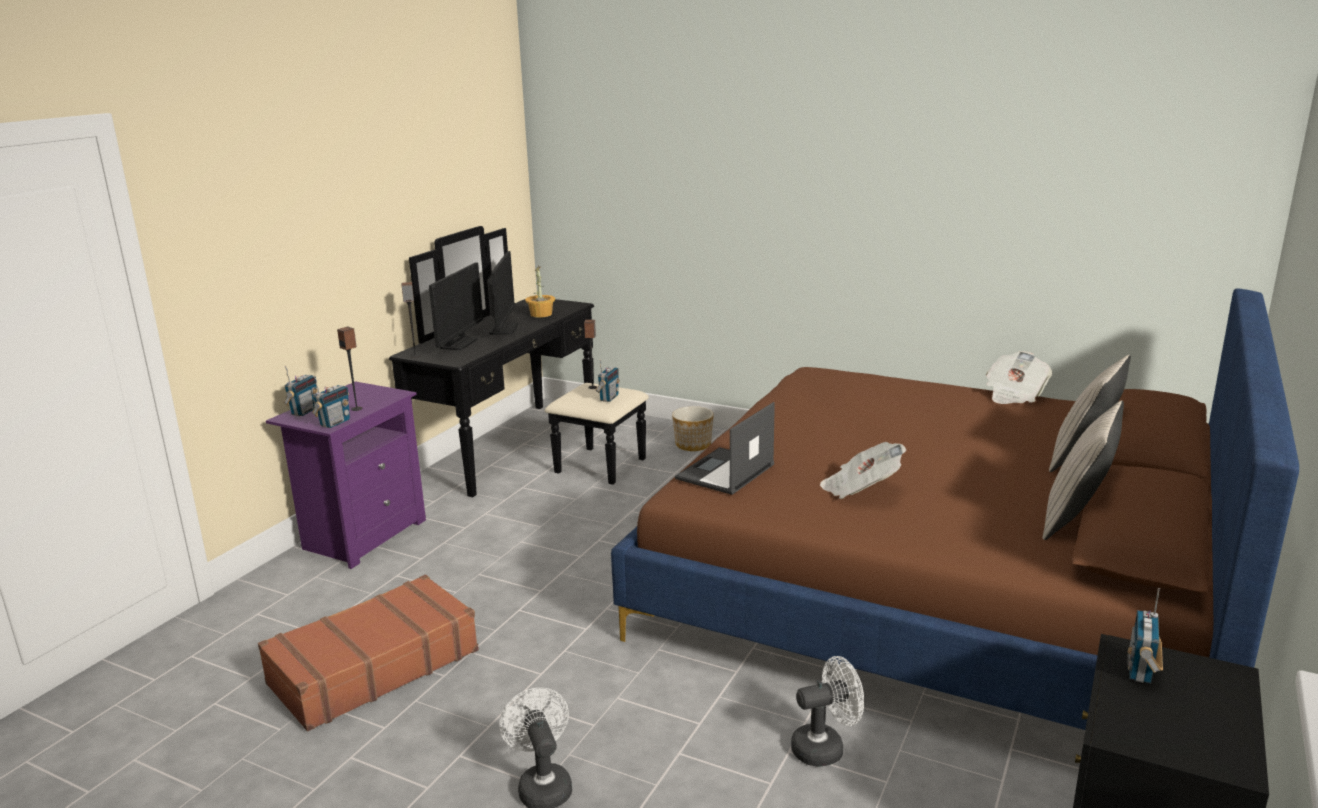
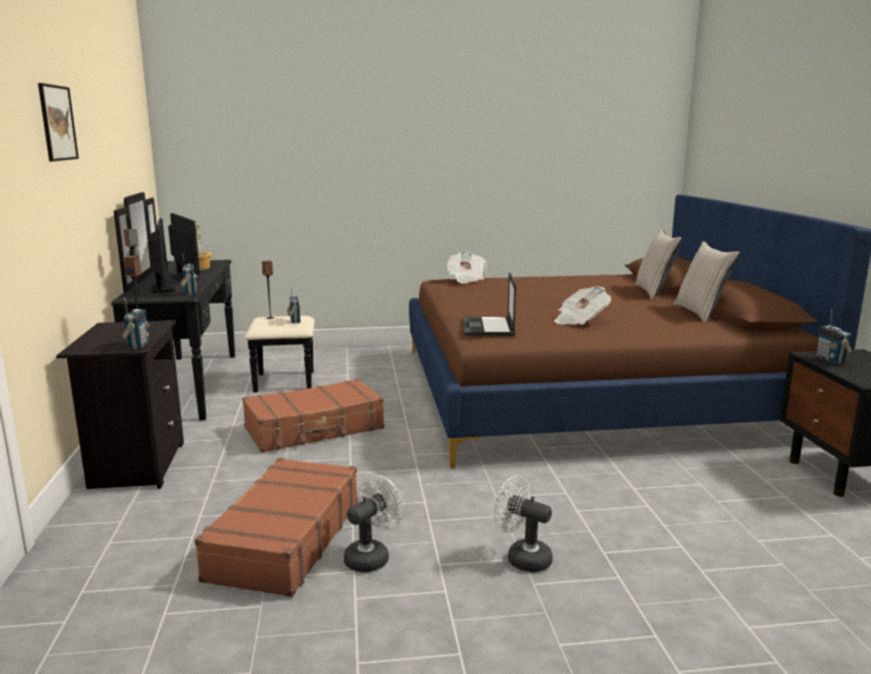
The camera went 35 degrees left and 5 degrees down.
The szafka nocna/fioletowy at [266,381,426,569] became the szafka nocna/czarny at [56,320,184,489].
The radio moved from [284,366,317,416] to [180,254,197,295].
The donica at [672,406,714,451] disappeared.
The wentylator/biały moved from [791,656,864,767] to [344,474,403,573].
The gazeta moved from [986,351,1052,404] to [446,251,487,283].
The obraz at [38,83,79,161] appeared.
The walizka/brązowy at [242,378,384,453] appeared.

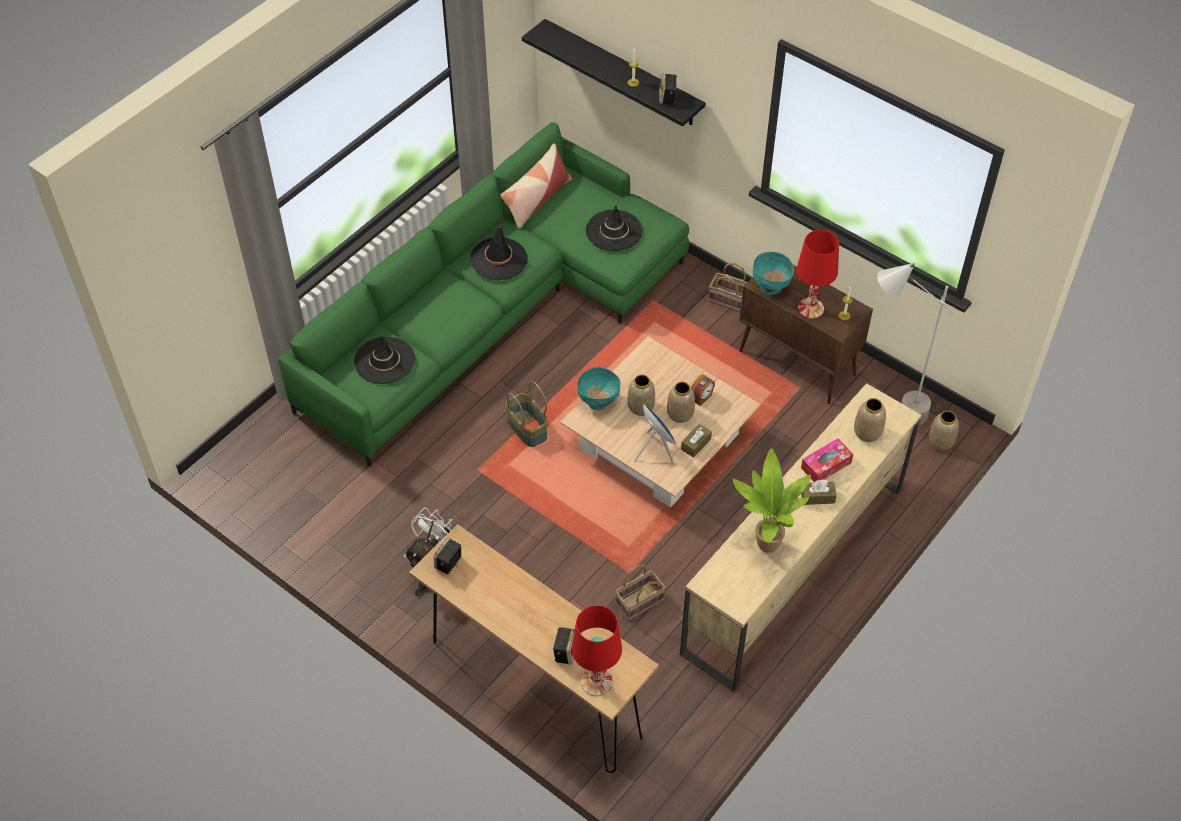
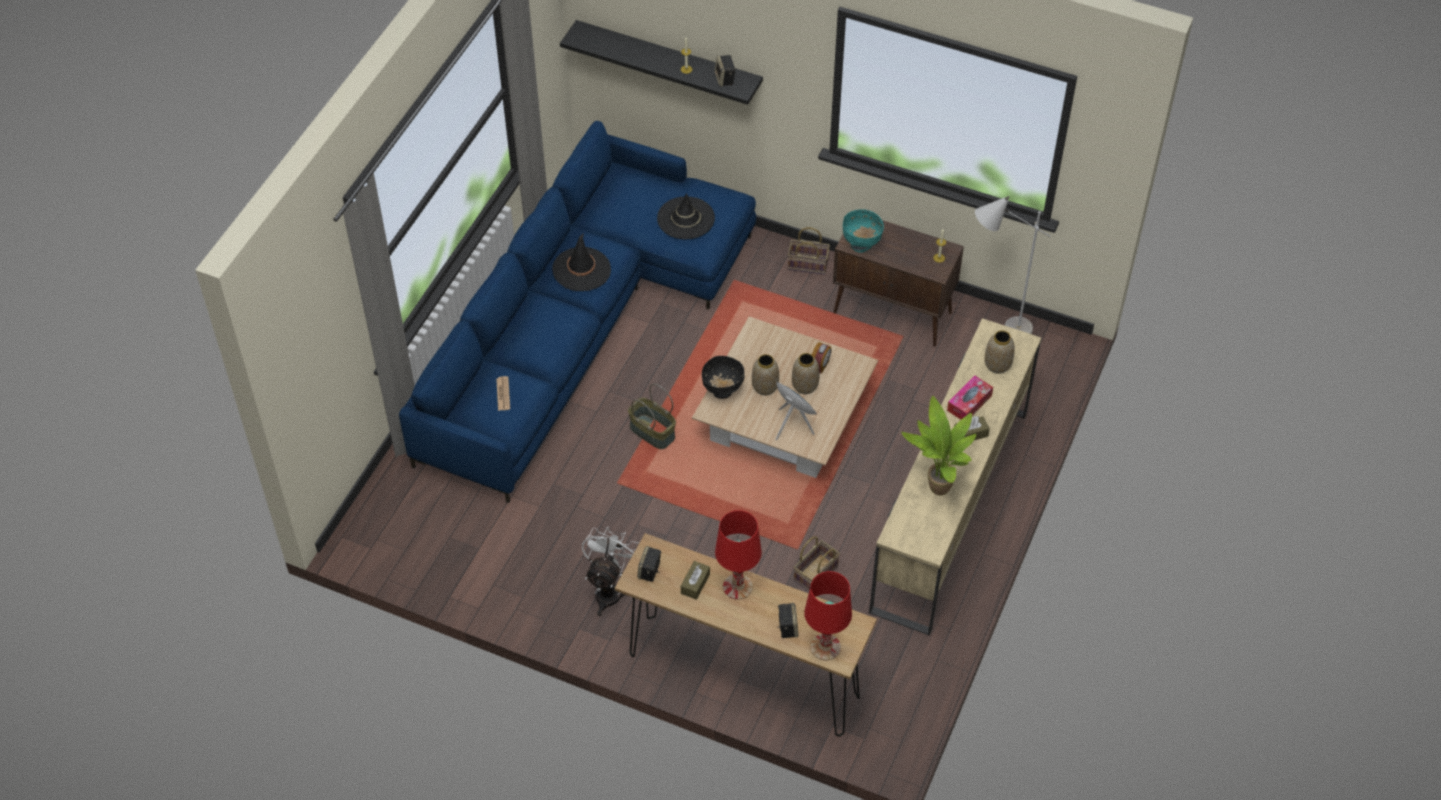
The camera went 15 degrees left and 0 degrees up.
The kanapa/zielony at [278,122,689,467] became the kanapa/niebieski at [399,121,756,503].
The kapelusz/czarny at [354,335,415,384] was replaced by the gazeta at [496,376,510,411].
The poduszka at [500,143,572,229] disappeared.
The miska/turkusowy at [577,367,621,410] became the miska/czarny at [702,356,744,399].
The pudełko chusteczek/brązowy moved from [681,424,712,458] to [681,561,710,600].
The lampa stołowa/czerwony moved from [796,230,839,319] to [715,510,762,600].
The wazon at [929,411,959,451] disappeared.

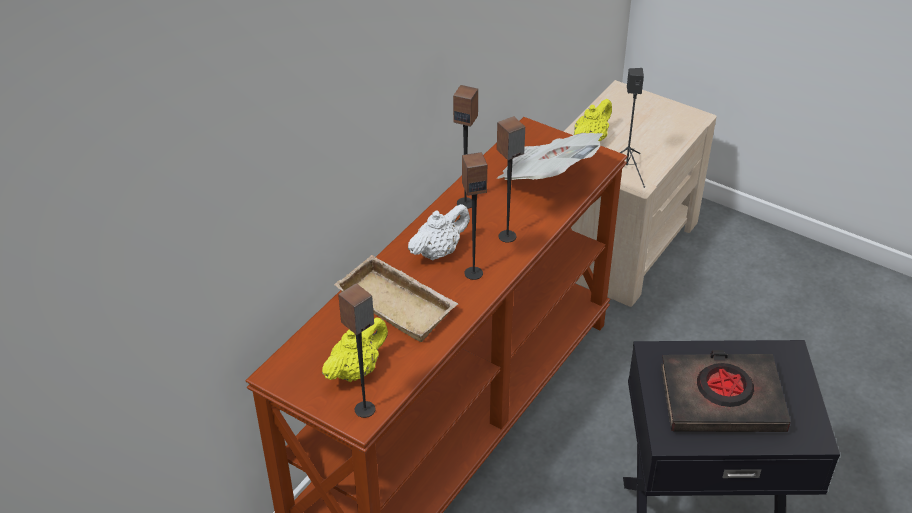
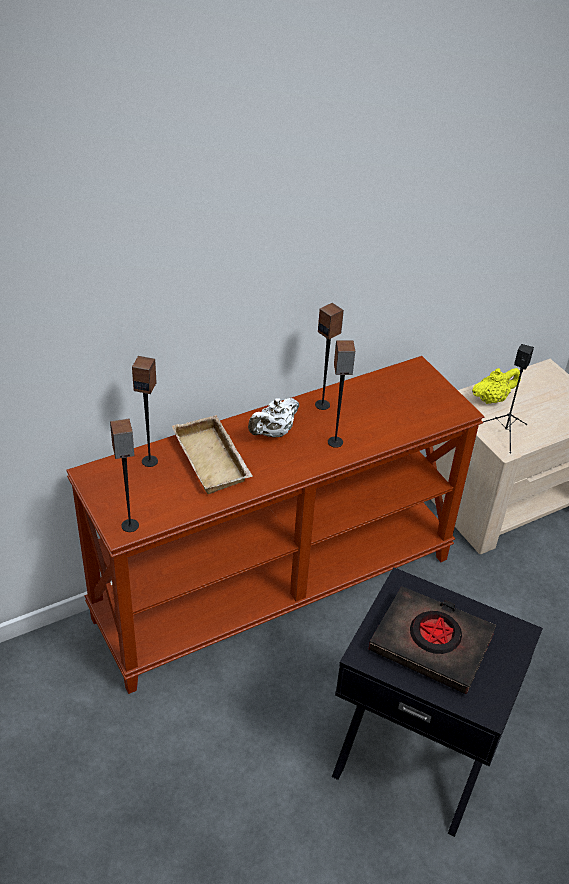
The camera went 25 degrees right and 0 degrees up.
The imbryk/żółty at [322,317,388,382] disappeared.
The imbryk/biały at [408,204,470,261] turned 150 degrees clockwise.
The głośnik moved from [462,152,487,280] to [132,356,158,467].
The gazeta at [497,133,603,180] disappeared.

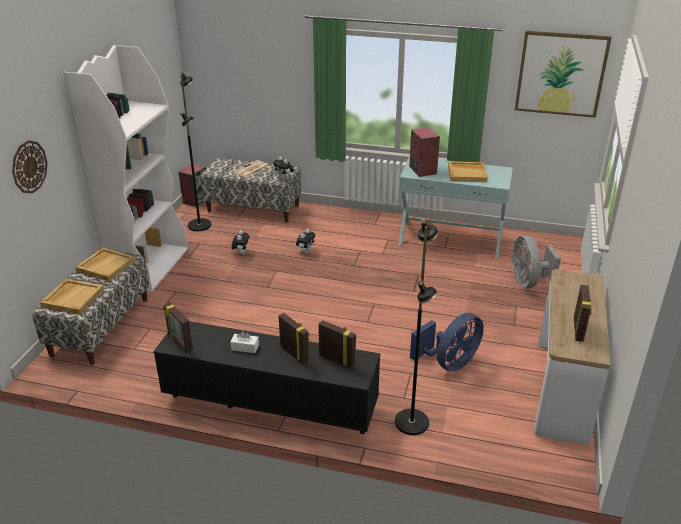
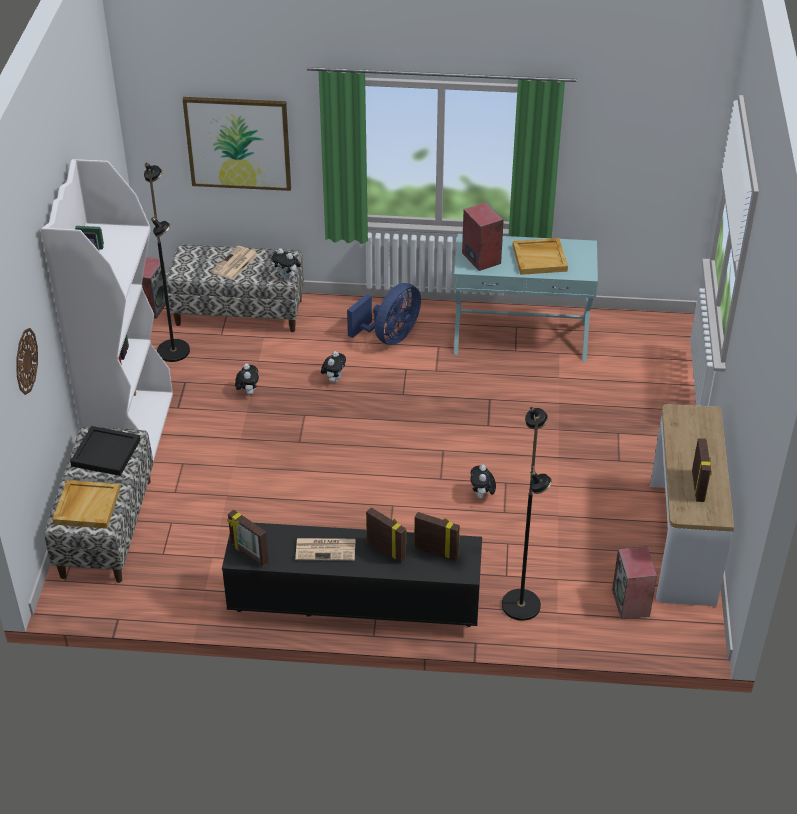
The camera went 10 degrees left and 10 degrees up.
The taca/beżowy at [75,248,136,281] became the taca/czarny at [70,426,140,476].
The pudełko chusteczek/biały at [230,331,259,353] was replaced by the gazeta at [295,538,356,561].
The wentylator/niebieski moved from [410,313,484,372] to [347,283,421,345].
The wentylator/szary at [512,235,561,288] disappeared.
The obraz moved from [515,31,612,118] to [182,97,291,191].
The pluszak at [470,464,496,498] appeared.
The głośnik at [612,546,657,619] appeared.

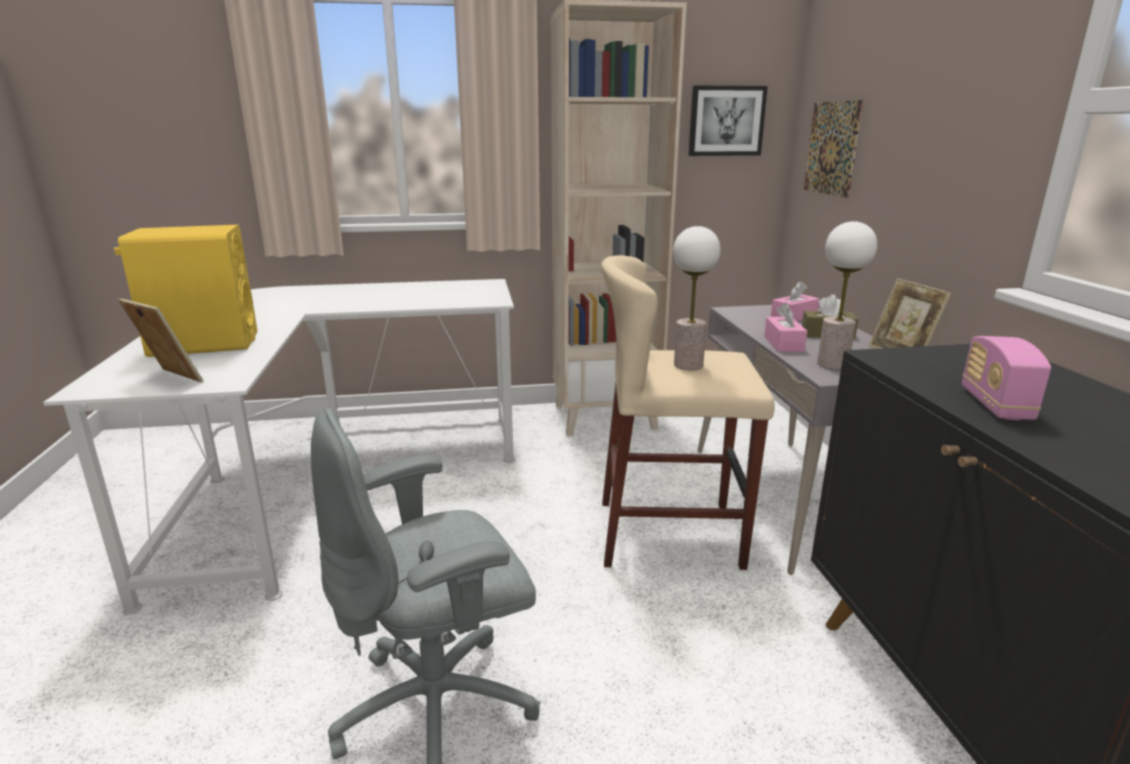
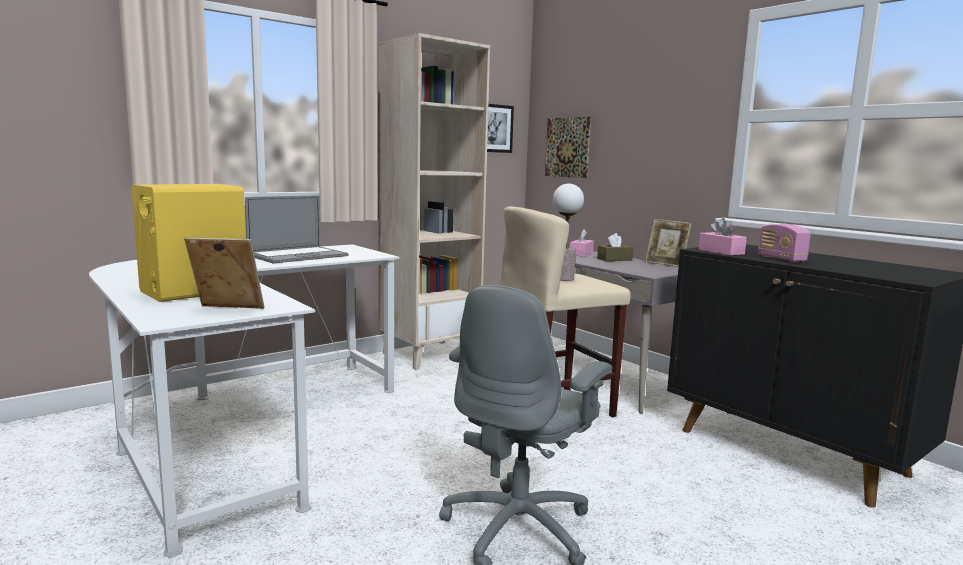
The camera went 30 degrees left and 10 degrees down.
The pudełko chusteczek/różowy moved from [764,303,807,352] to [699,218,747,256].
The lampa stołowa at [817,221,877,370] disappeared.
The laptop at [245,195,349,263] appeared.

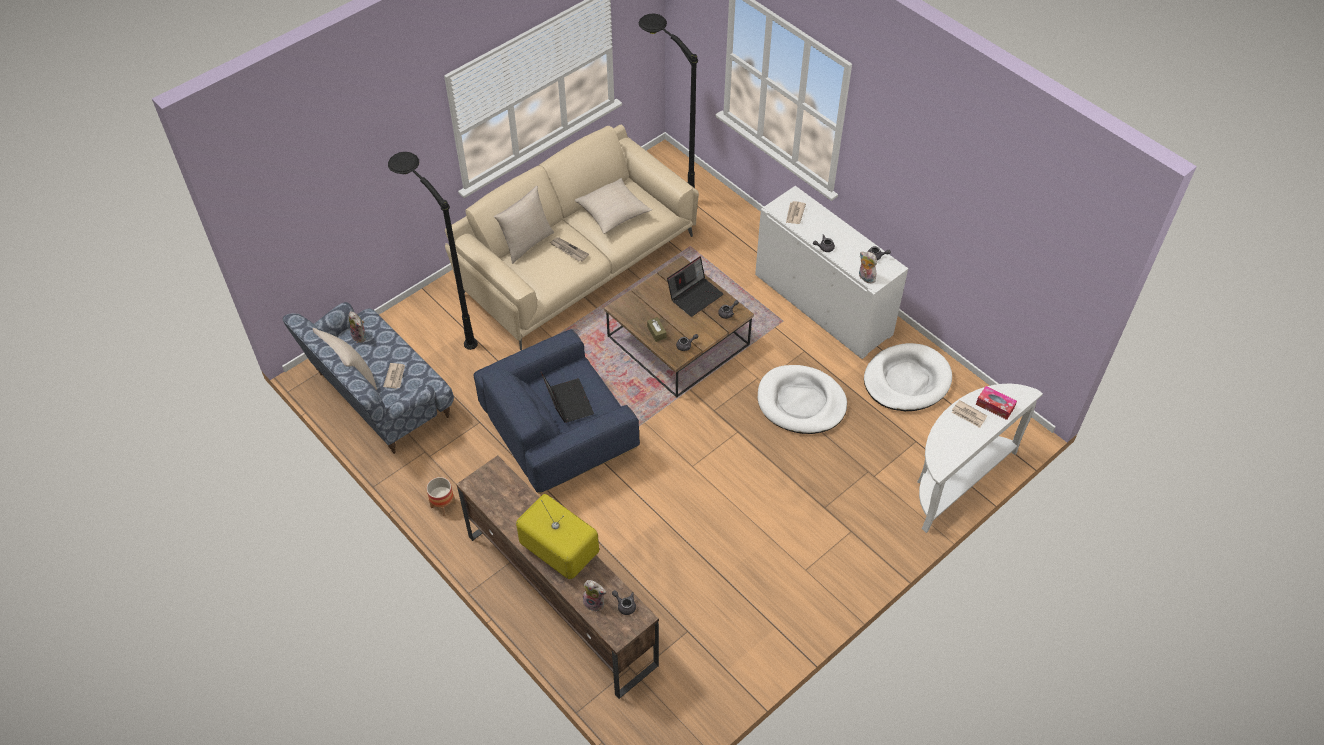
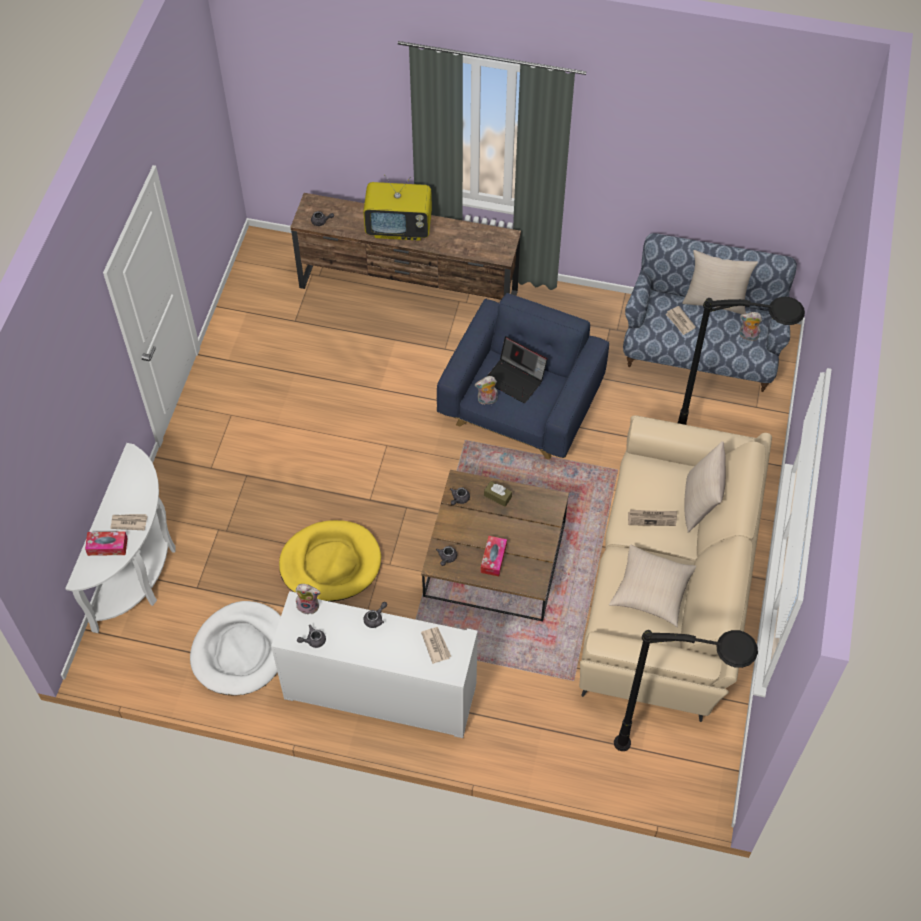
The camera went 145 degrees right and 5 degrees up.
The donica at [427,477,456,516] disappeared.
The pluszak moved from [583,580,606,612] to [475,376,498,405].
The laptop at [667,256,724,317] was replaced by the pudełko chusteczek at [481,536,507,576].
The legowisko/biały at [758,365,847,434] became the legowisko/żółty at [279,520,381,602].

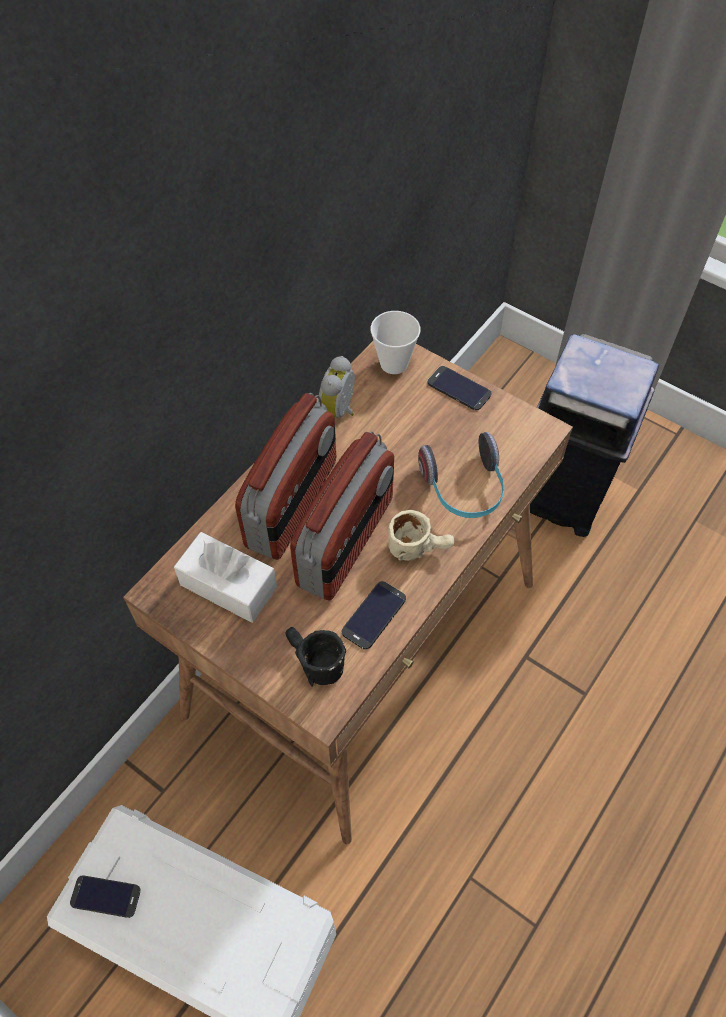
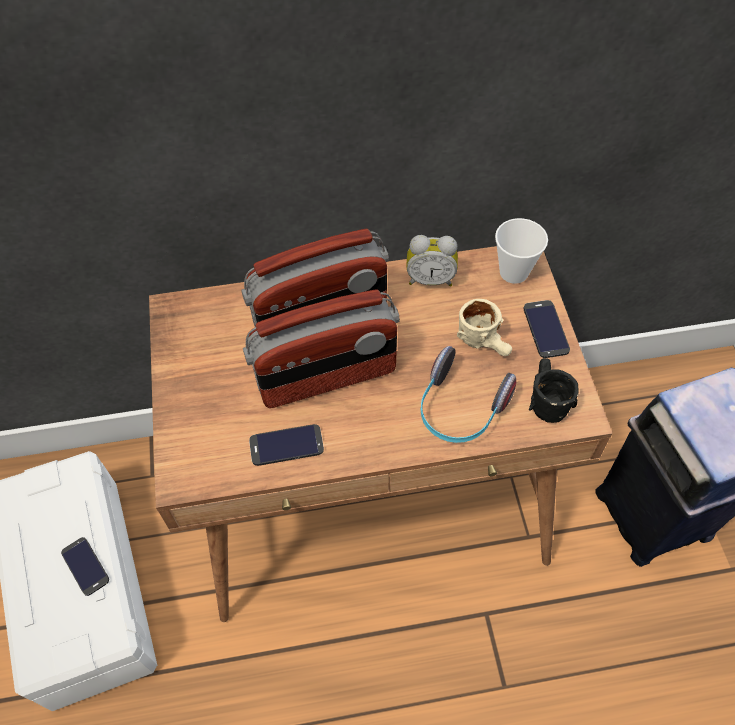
The camera went 45 degrees right and 0 degrees up.
The telefon moved from [70,875,141,918] to [61,537,109,596].
The pudełko chusteczek/biały at [174,532,277,623] disappeared.
The kubek/czarny moved from [286,627,346,687] to [529,358,578,423].
The budzik at [318,356,355,418] turned 150 degrees counterclockwise.
The kubek/beżowy moved from [388,510,454,561] to [457,299,512,356].

